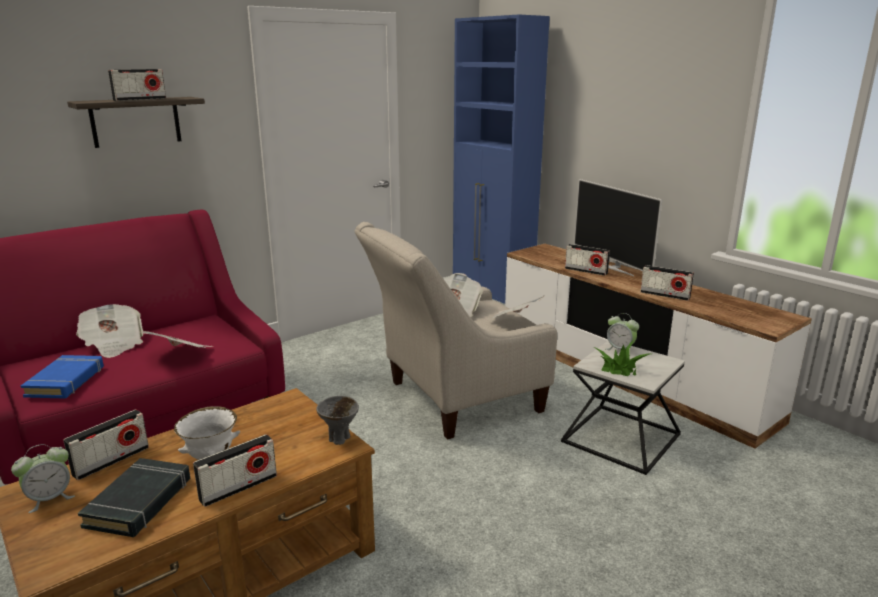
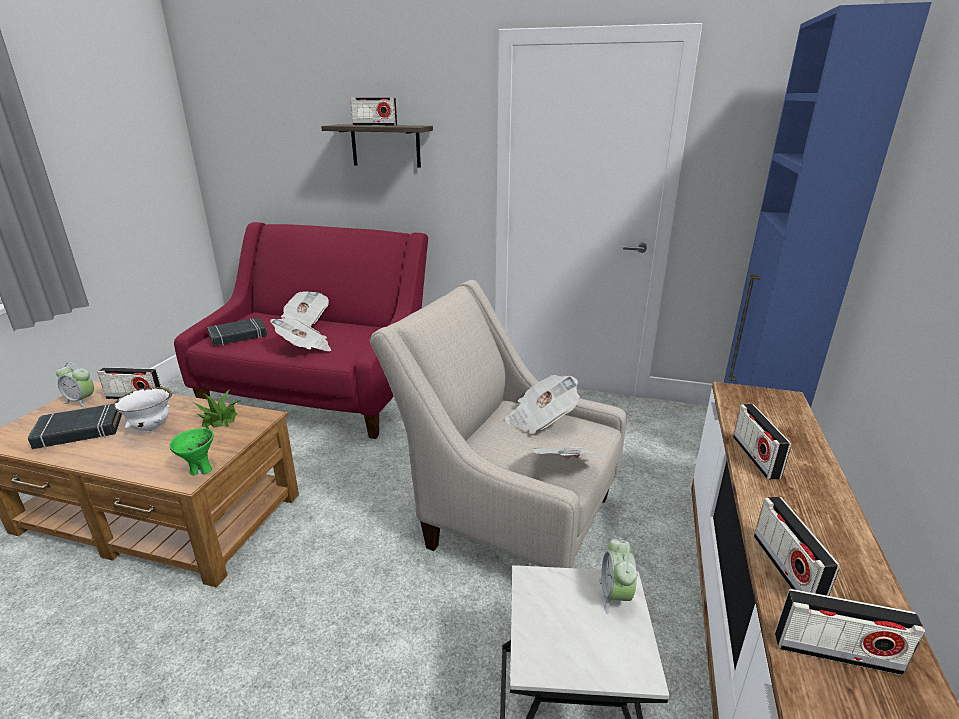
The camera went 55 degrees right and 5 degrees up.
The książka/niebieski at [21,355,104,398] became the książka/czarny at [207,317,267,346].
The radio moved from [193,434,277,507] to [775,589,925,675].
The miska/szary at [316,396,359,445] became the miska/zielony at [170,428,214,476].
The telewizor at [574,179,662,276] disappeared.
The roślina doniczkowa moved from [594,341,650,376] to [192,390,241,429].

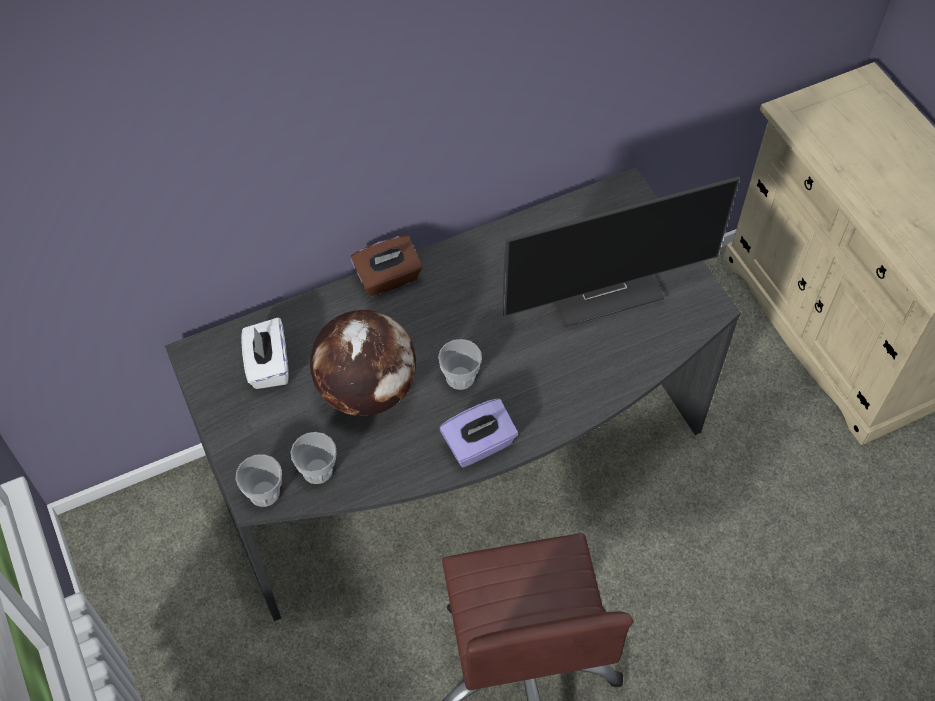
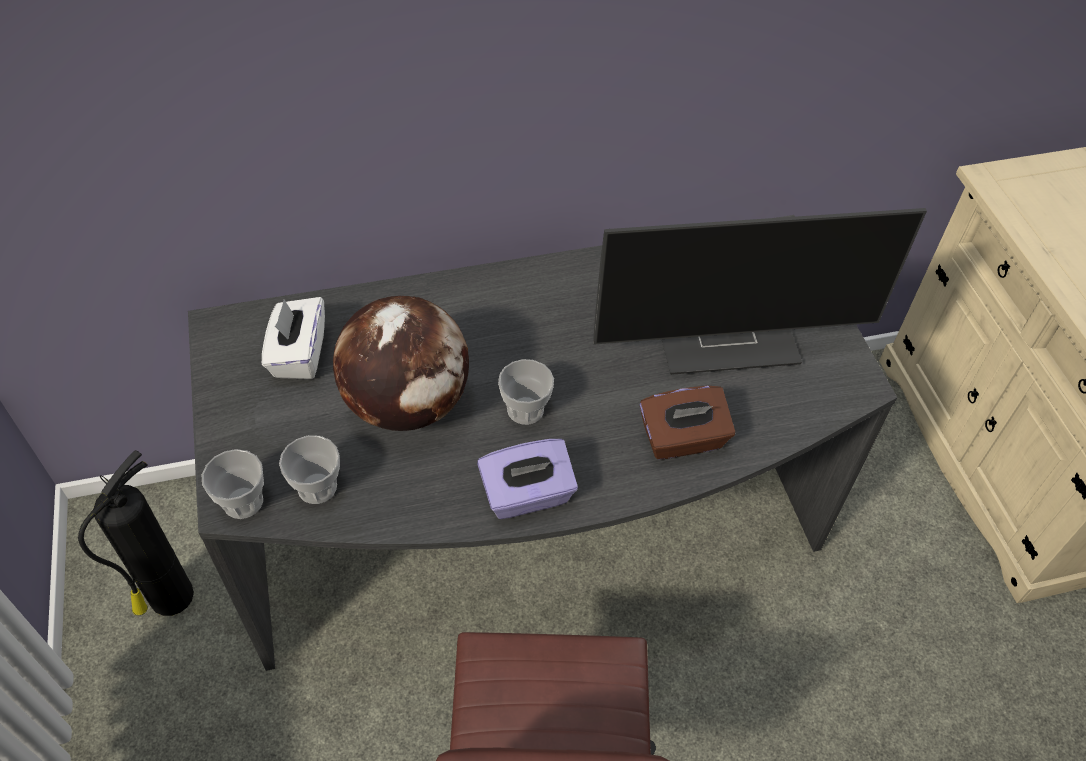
The camera went 10 degrees right and 5 degrees down.
The pudełko chusteczek/brązowy moved from [350,235,422,296] to [640,386,735,460].
The gaśnica at [78,450,194,616] appeared.

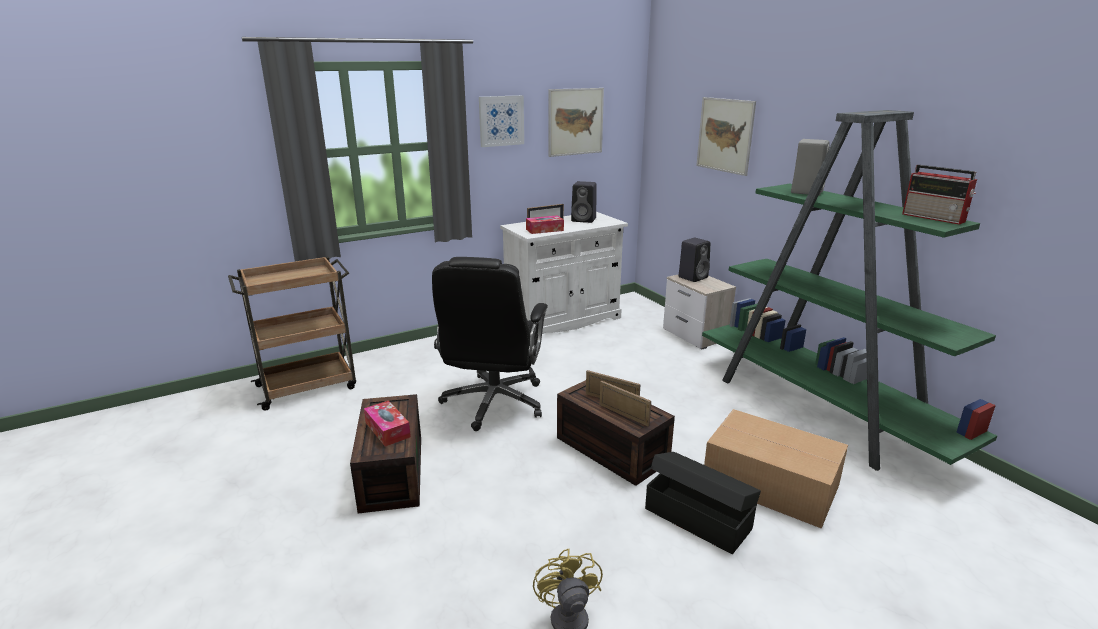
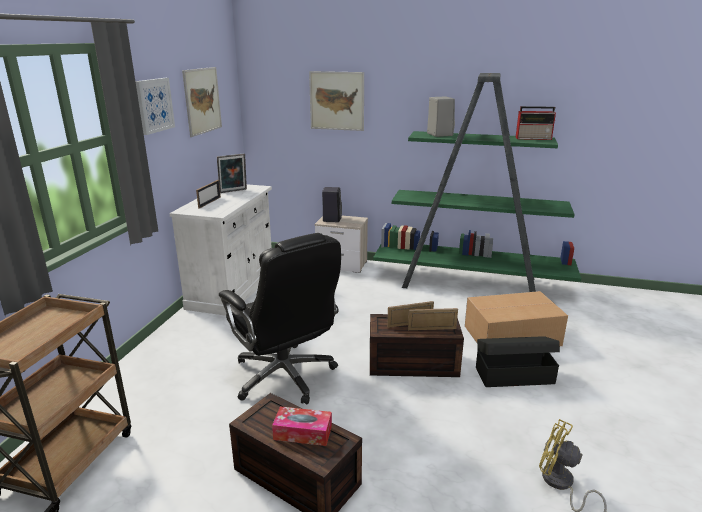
The camera went 45 degrees left and 0 degrees up.
The pudełko chusteczek at [526,215,564,234] disappeared.
The głośnik/czarny at [571,181,597,223] was replaced by the ramka na zdjęcie at [217,154,247,193].

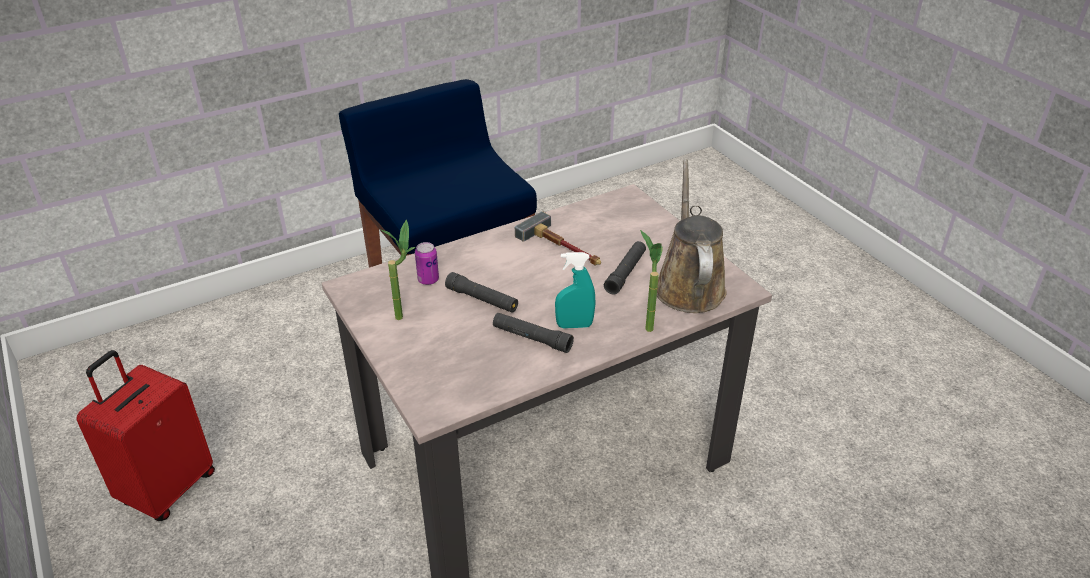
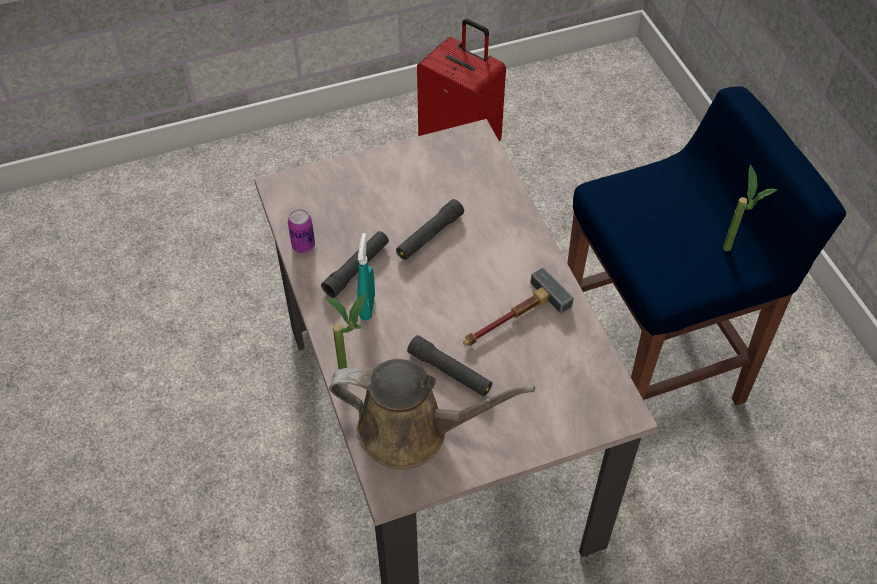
The camera went 100 degrees right and 15 degrees up.
The roślina doniczkowa moved from [380,220,416,320] to [723,164,778,251].
The puszka moved from [415,242,439,285] to [288,209,315,253].

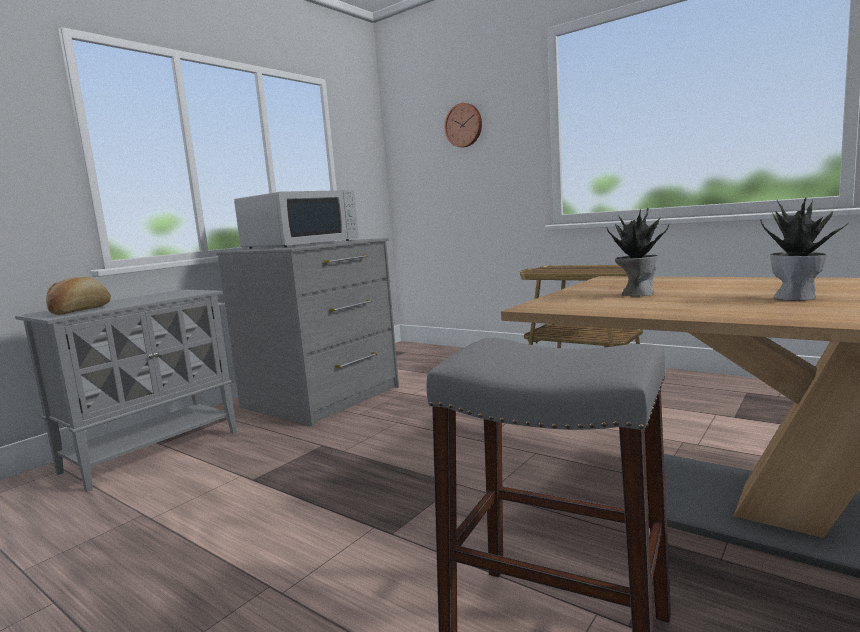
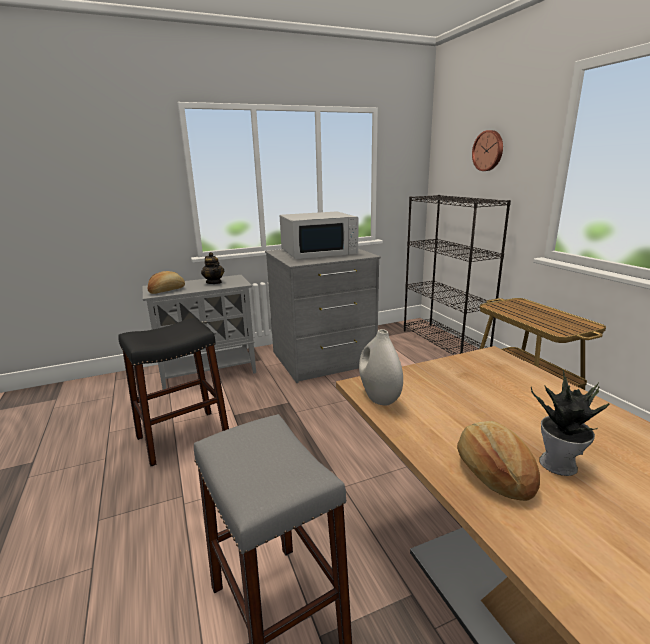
The camera went 30 degrees right and 10 degrees up.
The roślina doniczkowa at [607,208,669,296] disappeared.
The stołek/czarny at [118,318,229,466] appeared.
The imbryk at [201,252,224,284] appeared.
The wazon/biały at [359,329,403,405] appeared.
The regał/czarny at [404,195,511,355] appeared.
The chleb at [457,421,540,501] appeared.

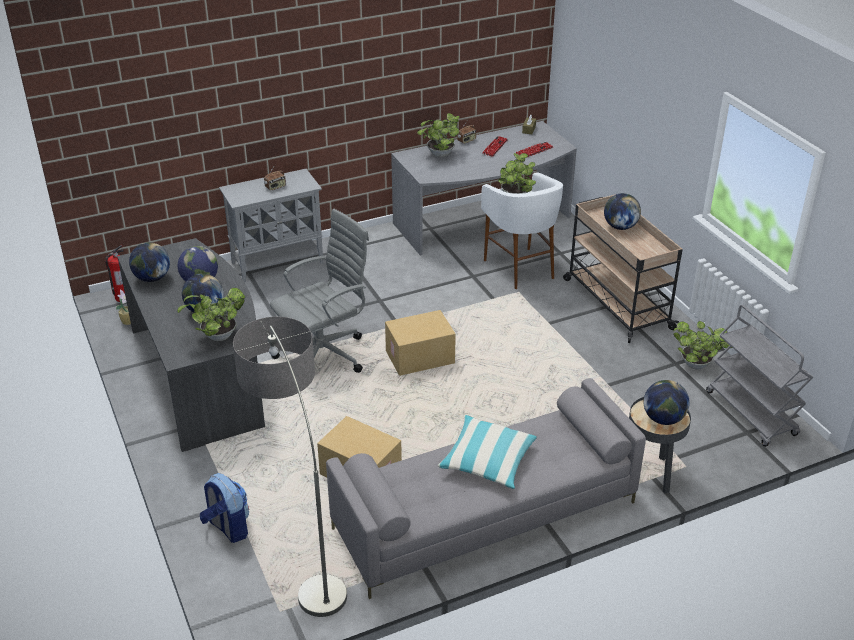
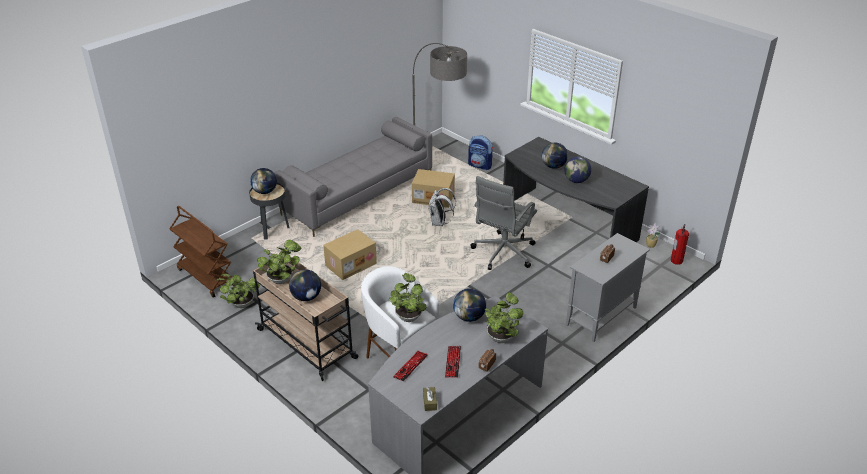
The camera went 160 degrees right and 0 degrees up.
The globus moved from [129,242,170,282] to [453,288,486,322].
The roślina doniczkowa moved from [177,288,245,341] to [257,240,301,284].
The karton moved from [385,310,456,376] to [323,229,377,280].
The poduszka at [438,415,537,489] disappeared.
The wózek/szary at [706,305,813,447] became the wózek/brązowy at [169,206,234,298].
The plecak/biały at [428,188,456,226] appeared.

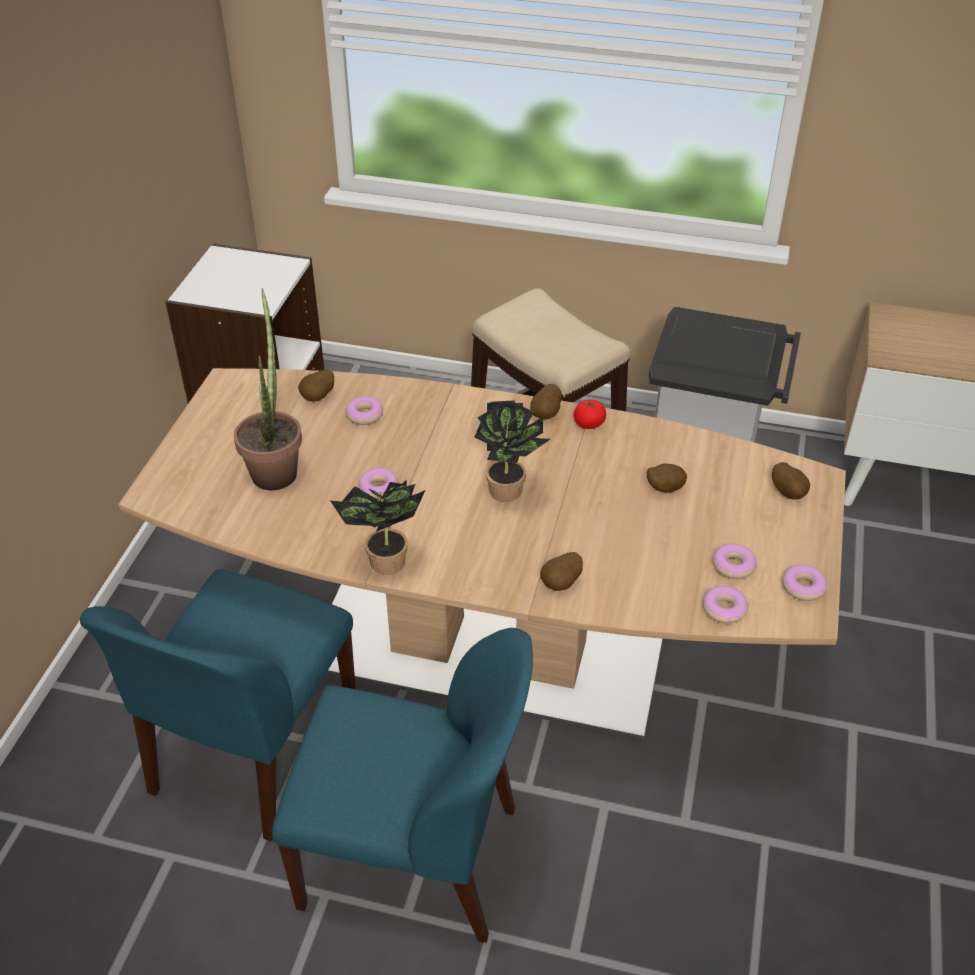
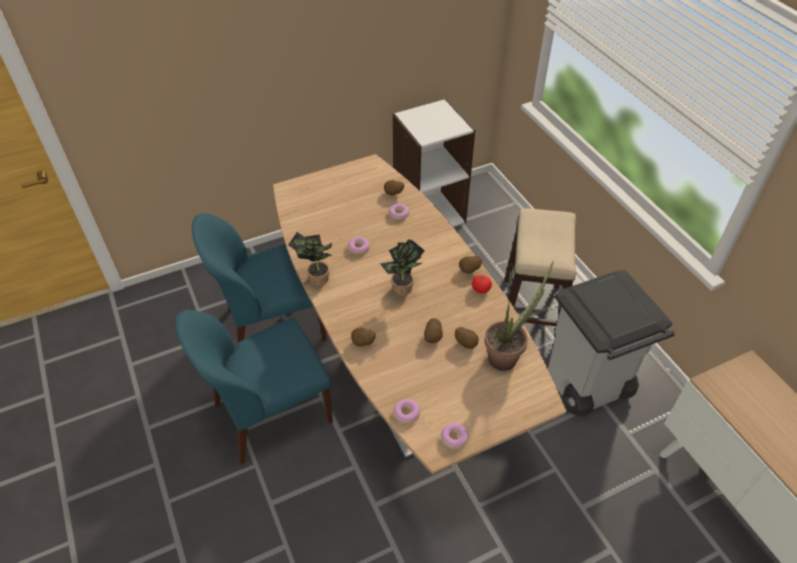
The camera went 50 degrees right and 5 degrees up.
The roślina doniczkowa moved from [234,288,302,490] to [485,262,553,371].
The krzesło/niebieski at [272,628,533,943] turned 90 degrees clockwise.
The donut at [712,544,757,579] disappeared.
The ziemniak moved from [772,462,810,500] to [424,318,443,343].

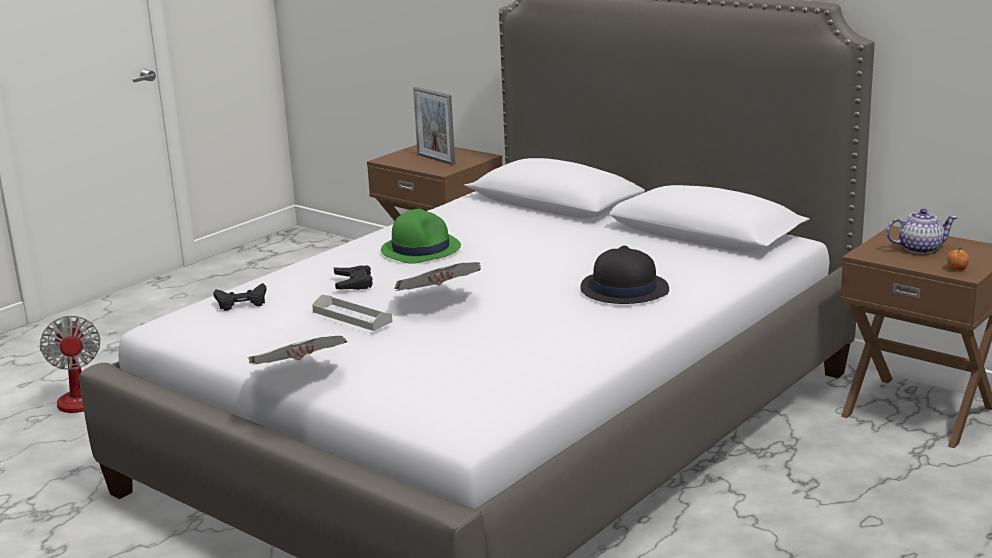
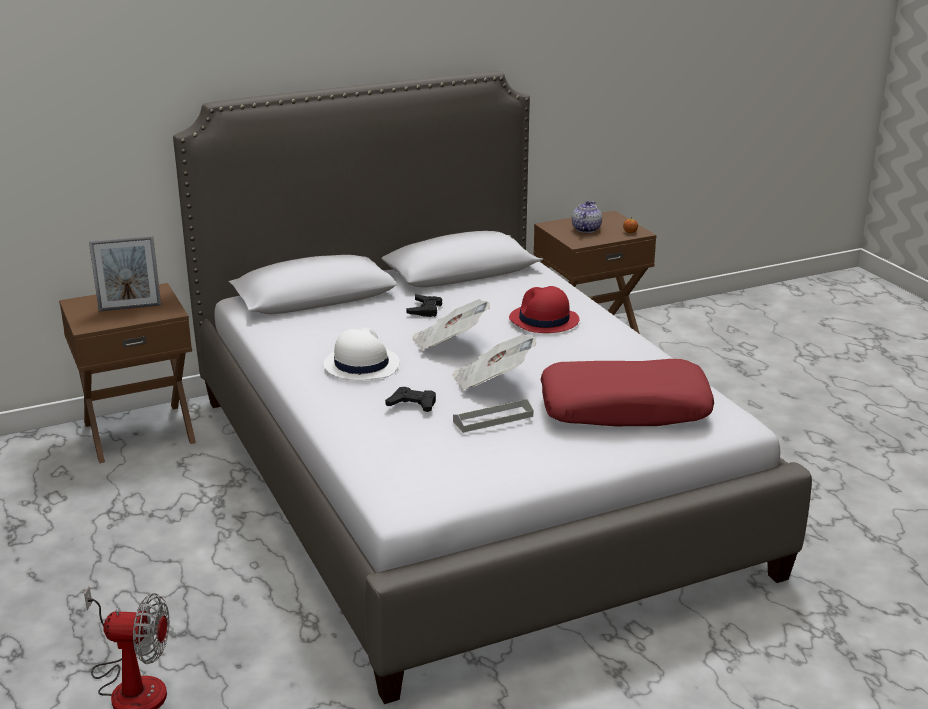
The camera went 65 degrees left and 5 degrees up.
The pad do gier/czarny moved from [213,283,267,311] to [406,294,442,317].
The gazeta moved from [248,336,348,365] to [413,299,490,351].
The kapelusz/zielony at [381,209,461,264] became the kapelusz/biały at [324,328,400,380].
The kapelusz/czarny at [581,246,669,304] became the kapelusz/czerwony at [509,286,579,333].
The poduszka/czerwony at [540,359,714,426] appeared.

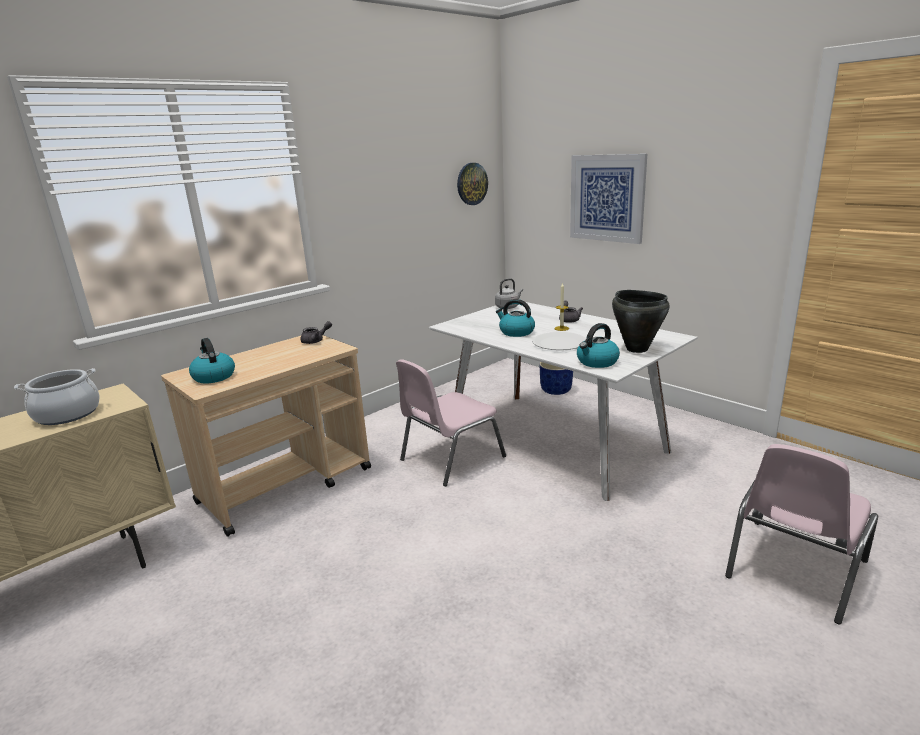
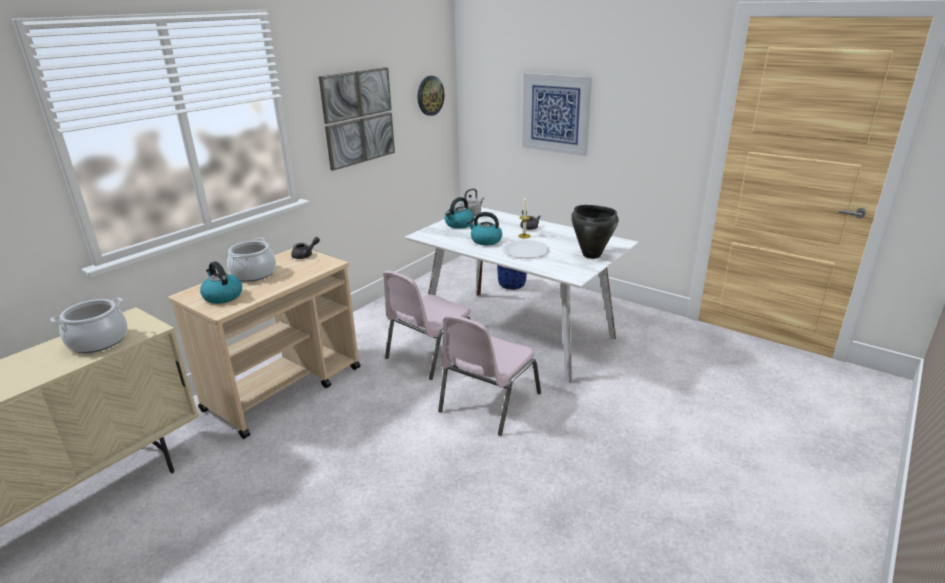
The camera went 10 degrees left and 5 degrees up.
The czajnik moved from [577,323,620,368] to [445,197,474,229].
The krzesło/różowy moved from [725,444,878,624] to [438,315,541,436].
The garnek at [227,238,276,282] appeared.
The obraz at [319,67,395,171] appeared.

